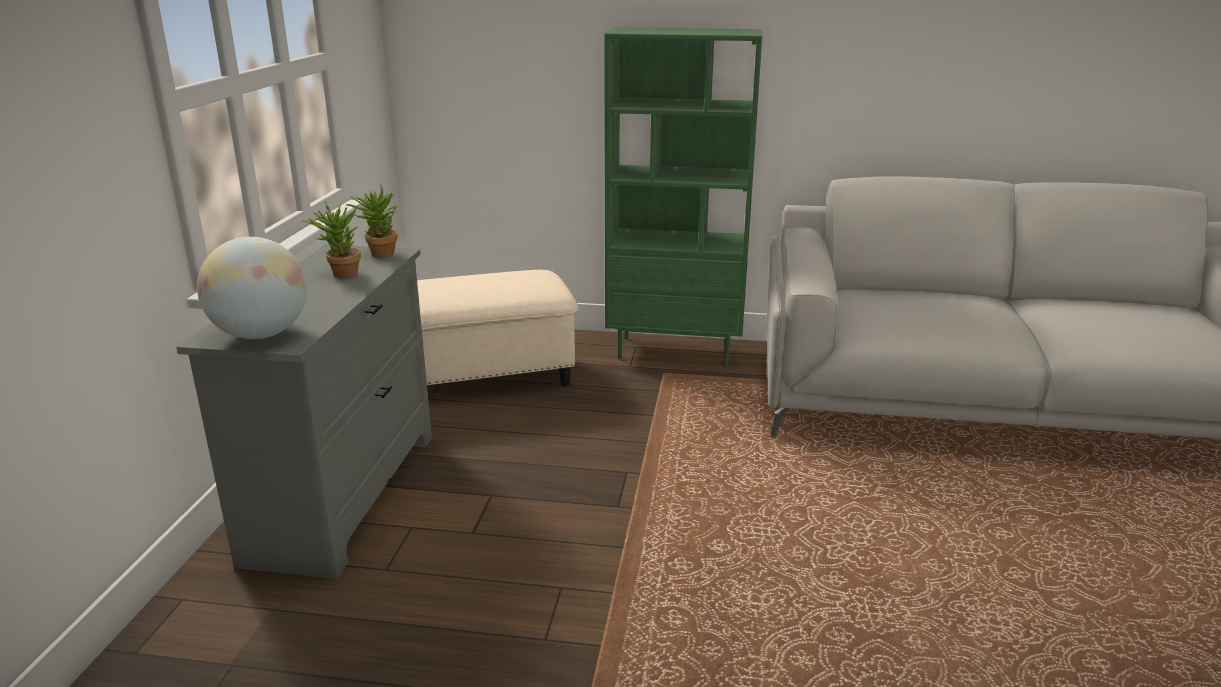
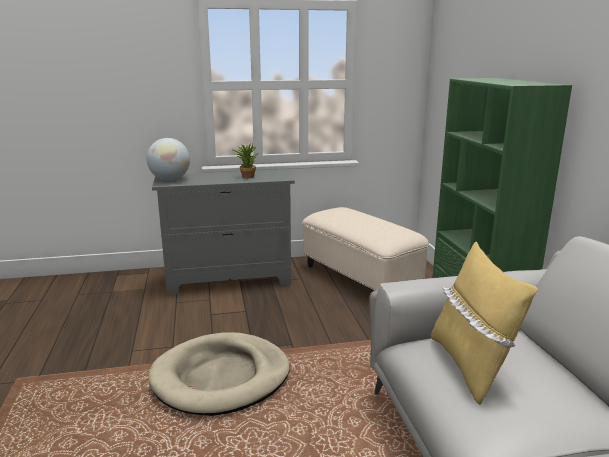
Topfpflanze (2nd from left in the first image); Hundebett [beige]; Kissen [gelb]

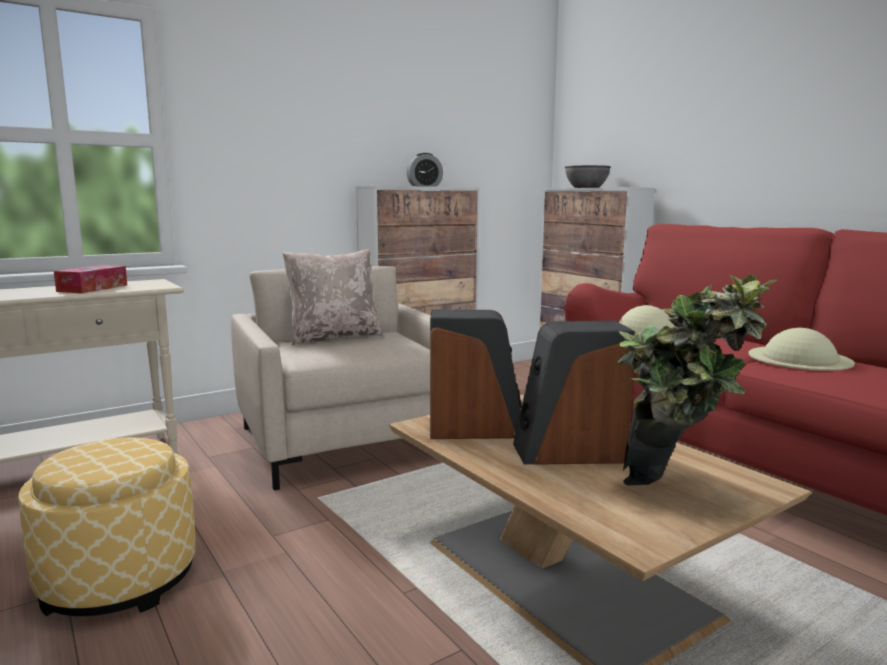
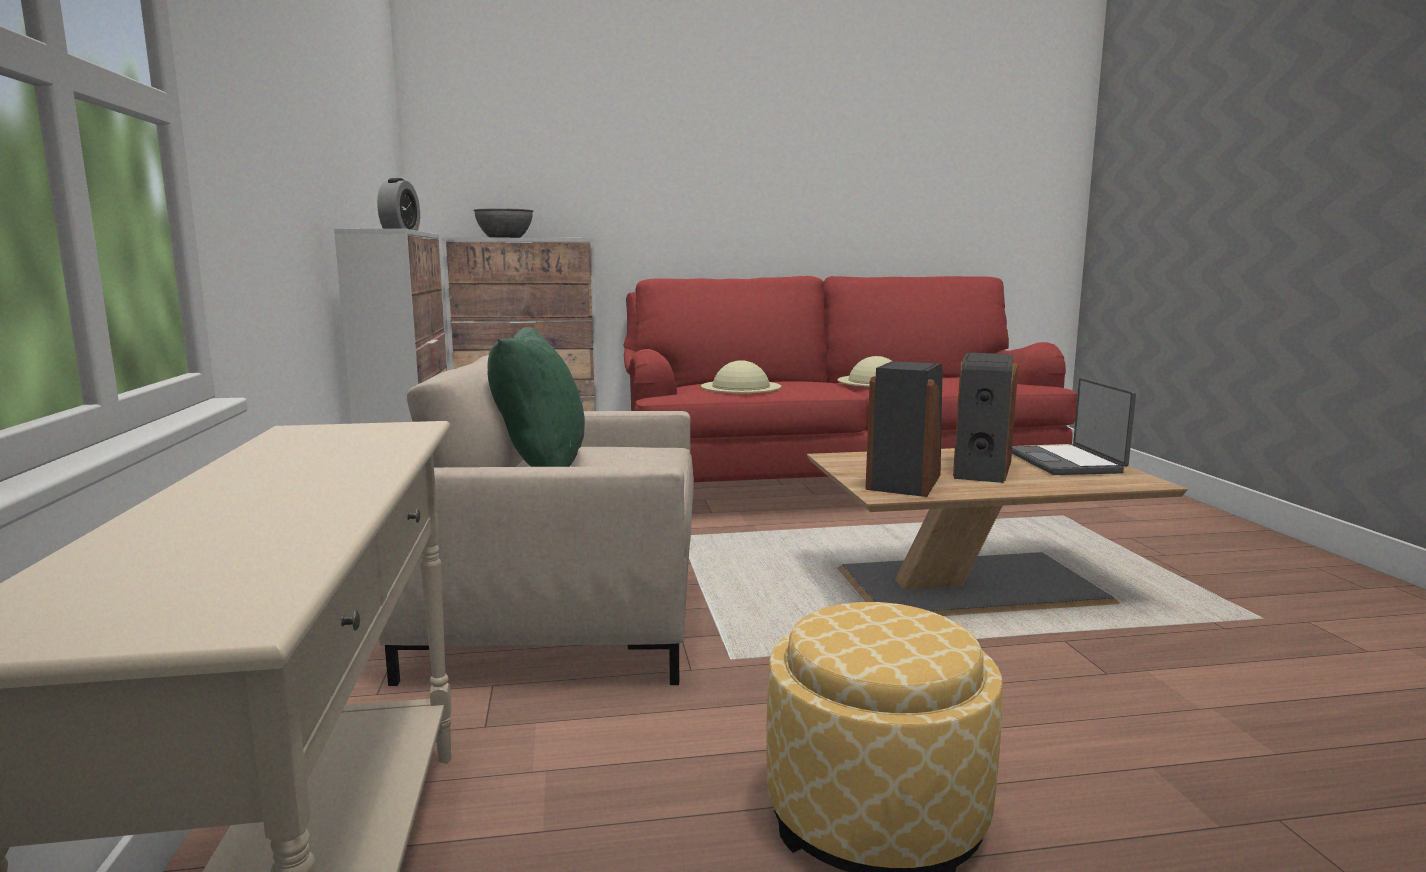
Taschentuchbox; Laptop; Kissen [grün]

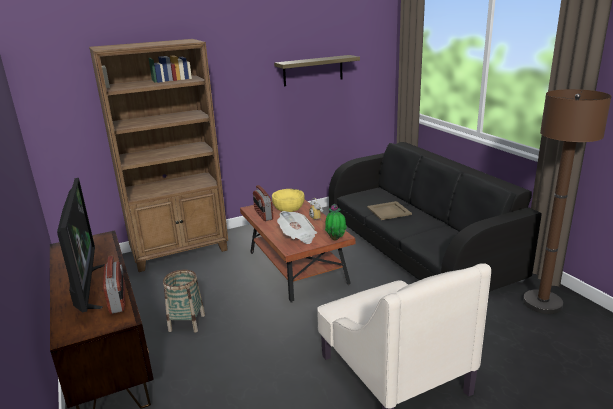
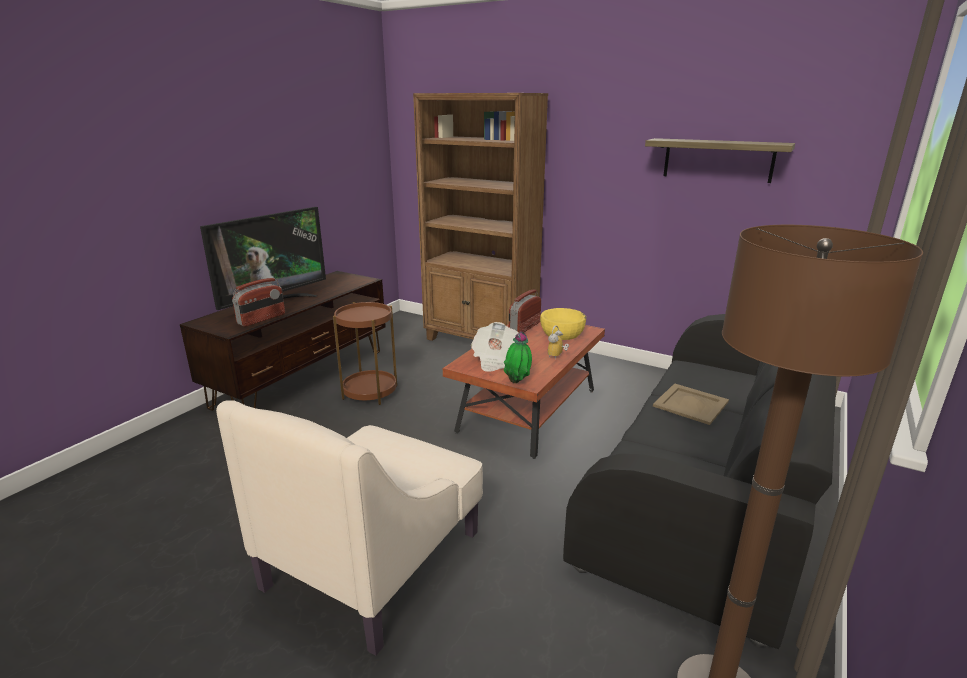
Beistelltisch [braun]

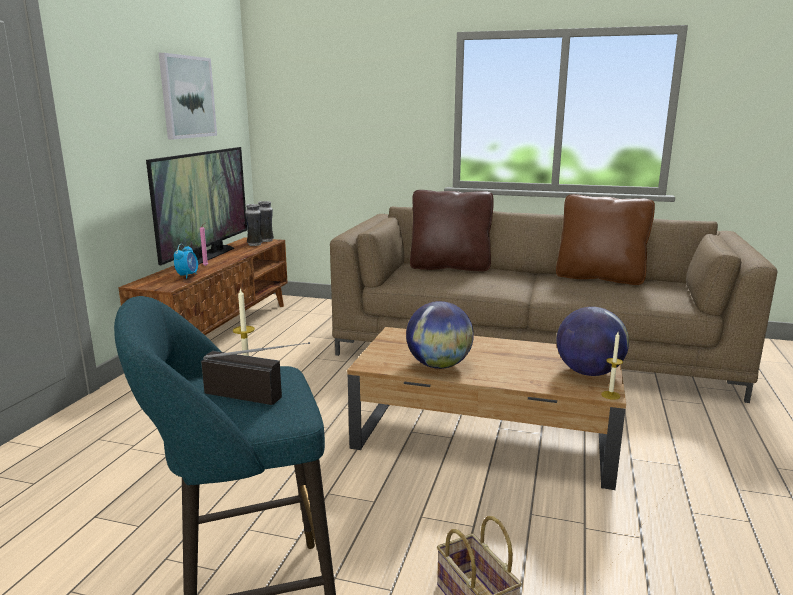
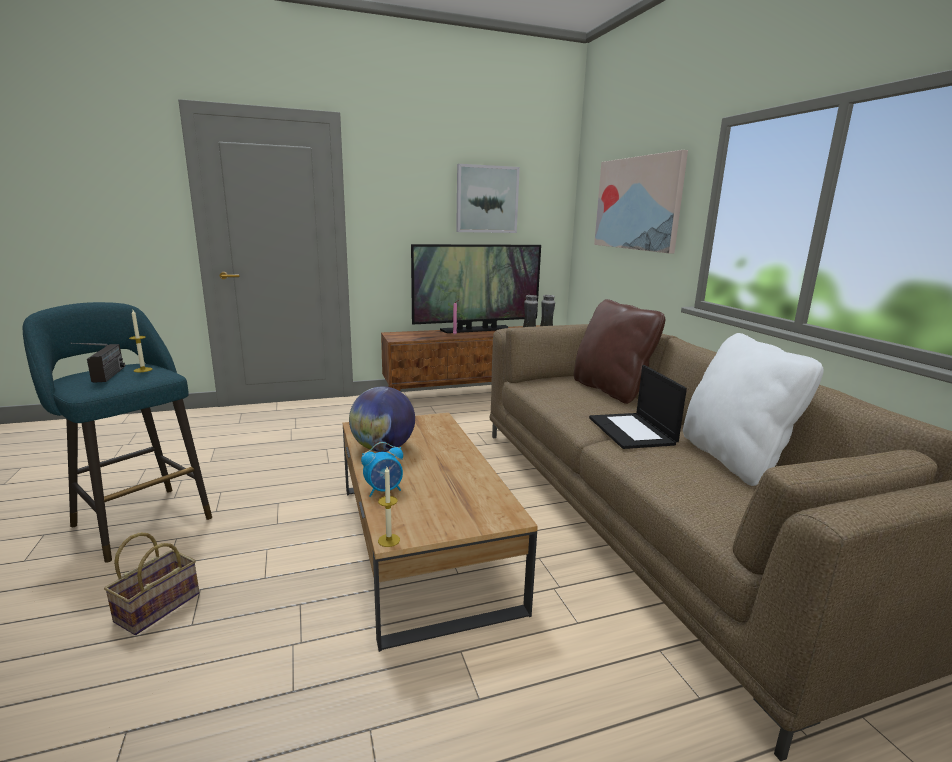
Globus (2nd from left in the first image); Laptop; Bild (2nd from left); Wecker; Kissen [weiß]

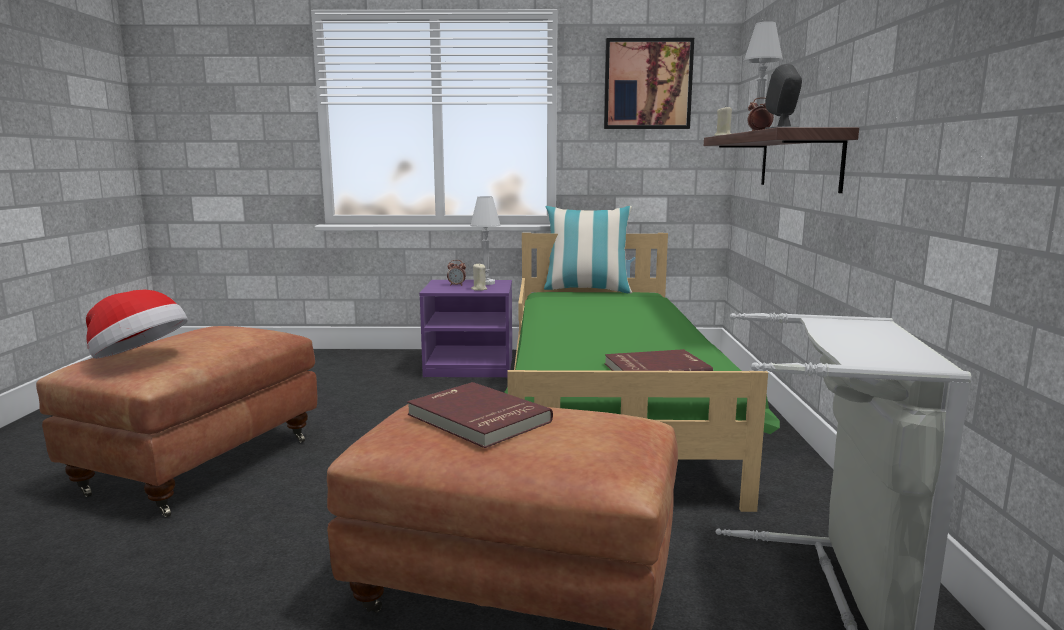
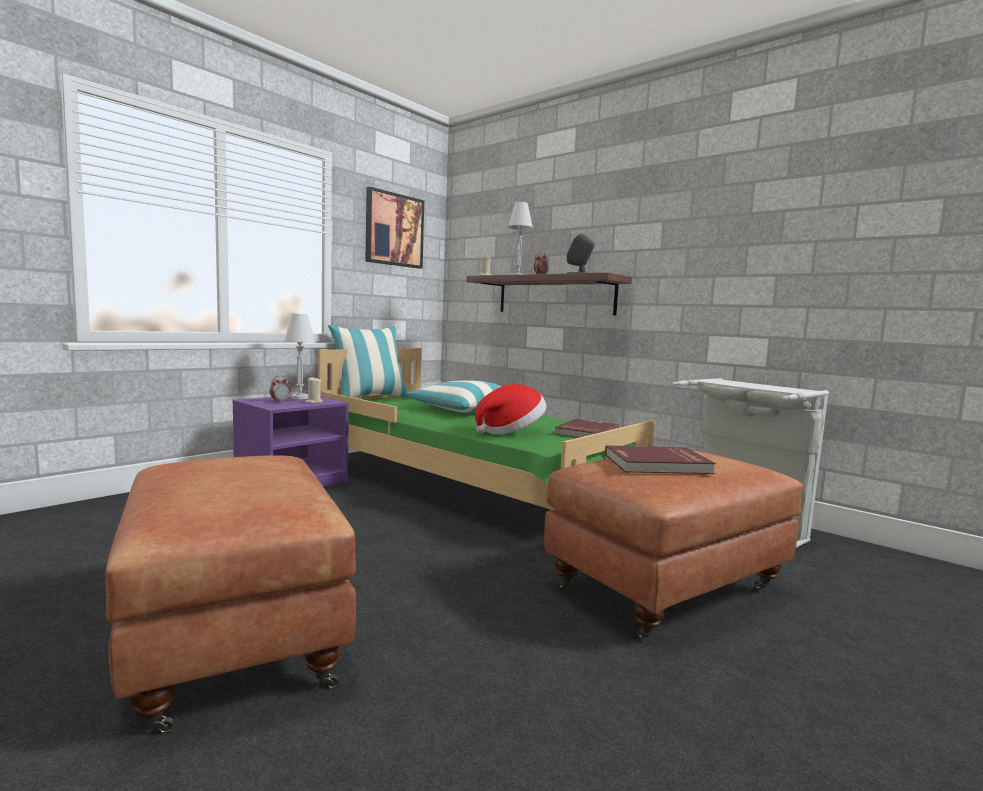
Kissen (2nd from left); Hut

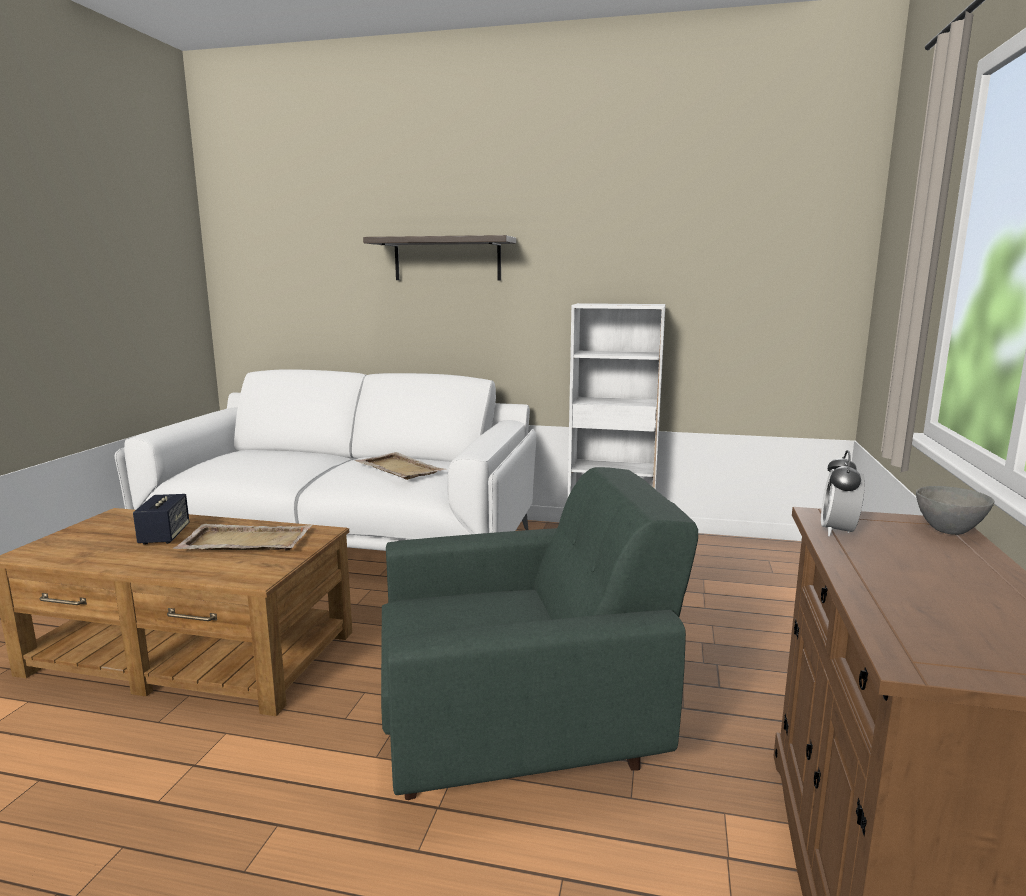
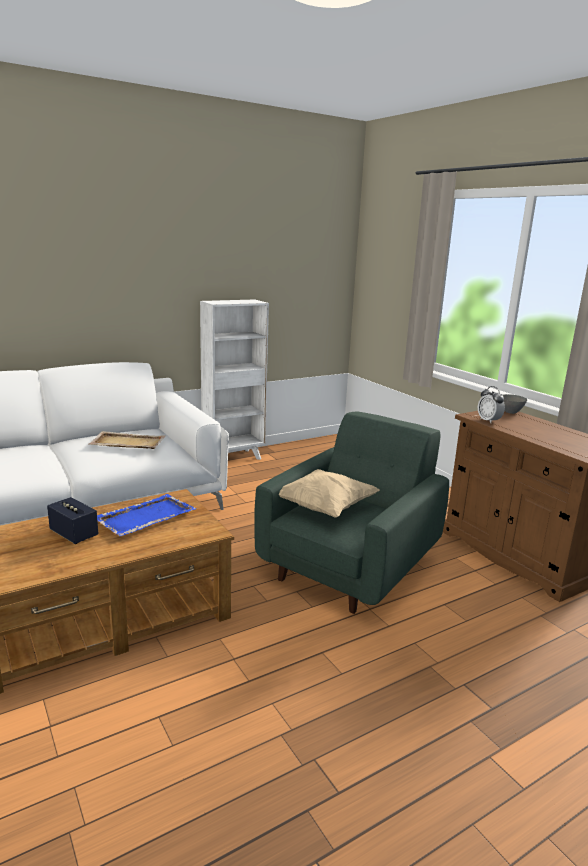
Wandregal; Kissen [beige]; Tablett [blau]

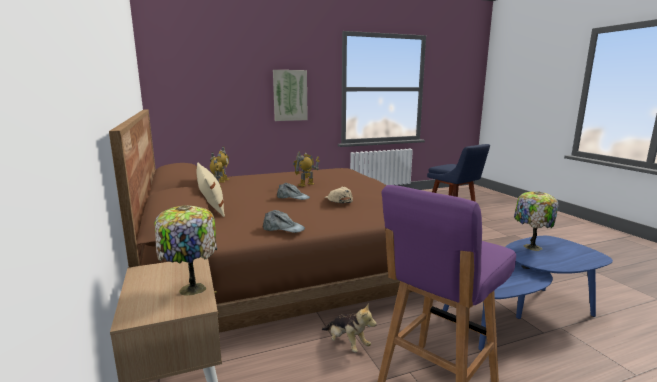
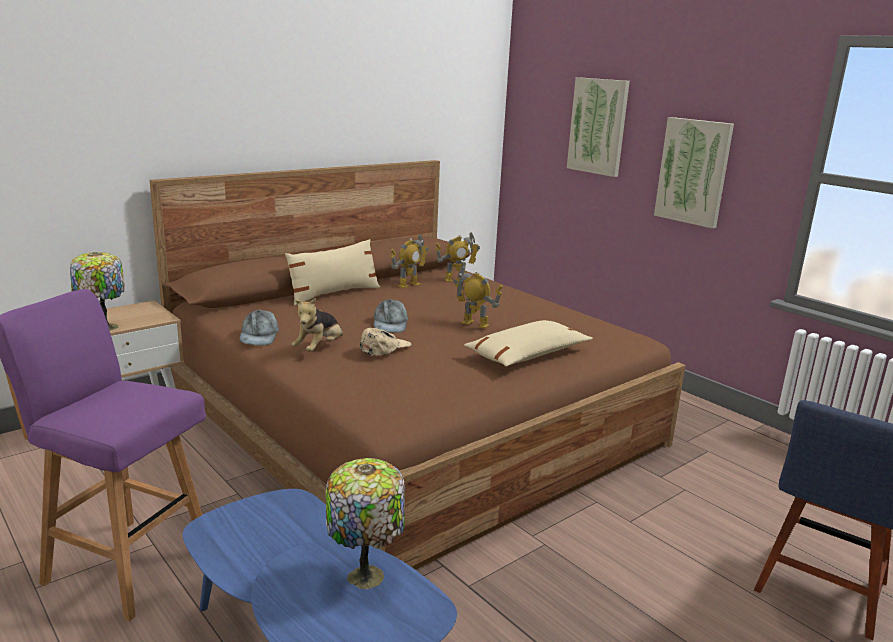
Kissen [beige] (2nd from left); Bild (1st from left); Plüschtier

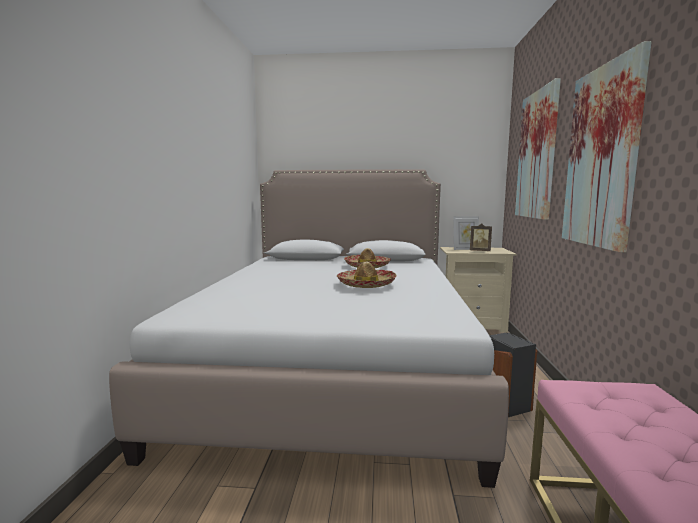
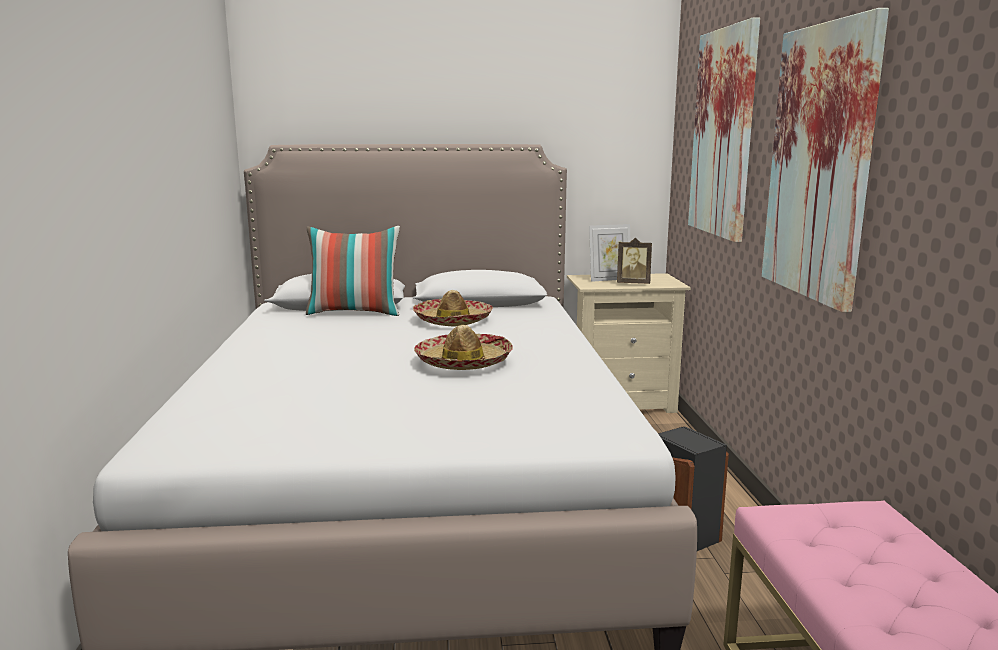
Kissen

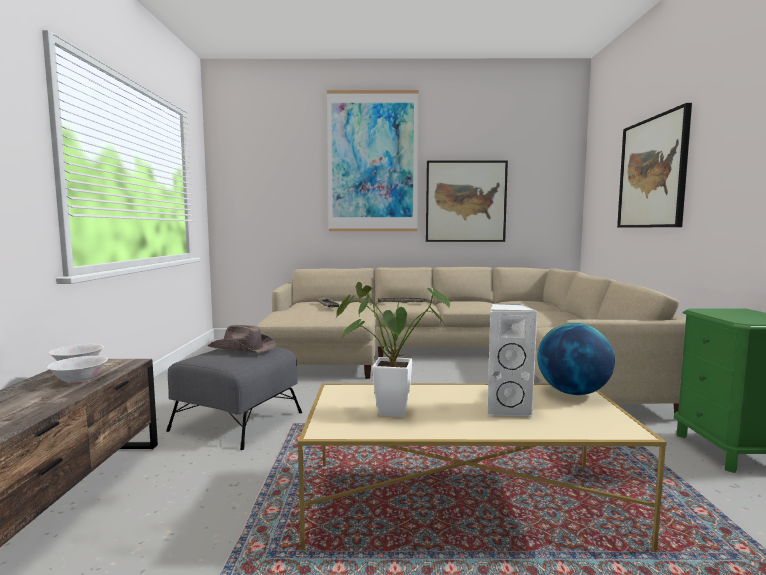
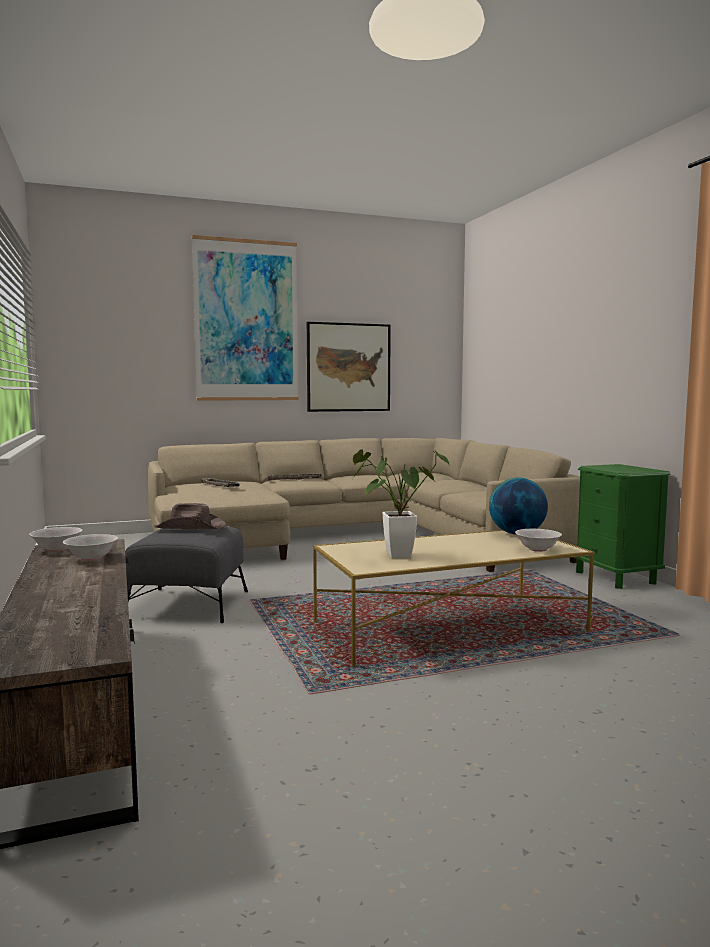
Lautsprecher [weiß]; Bild (3rd from left in the first image); Schüssel [weiß] (3rd from left)

